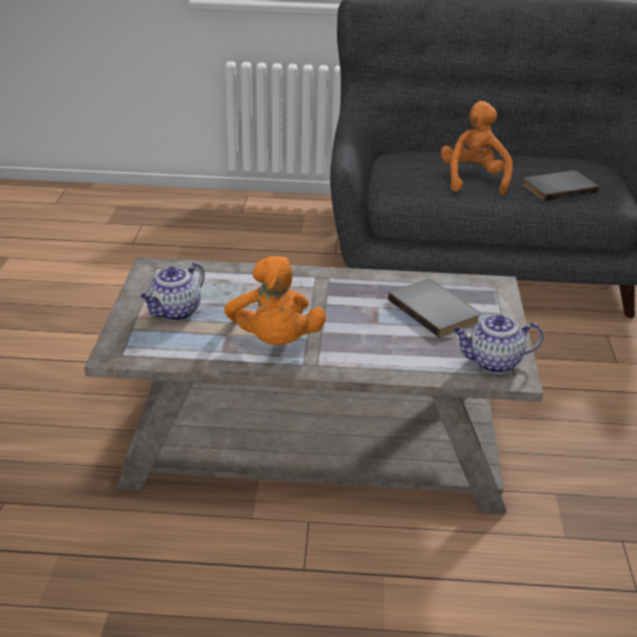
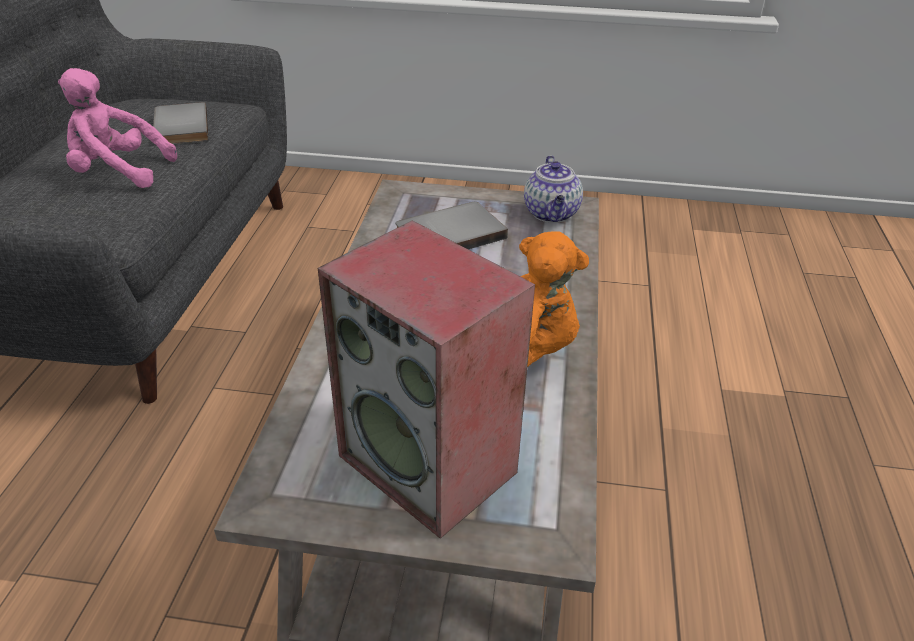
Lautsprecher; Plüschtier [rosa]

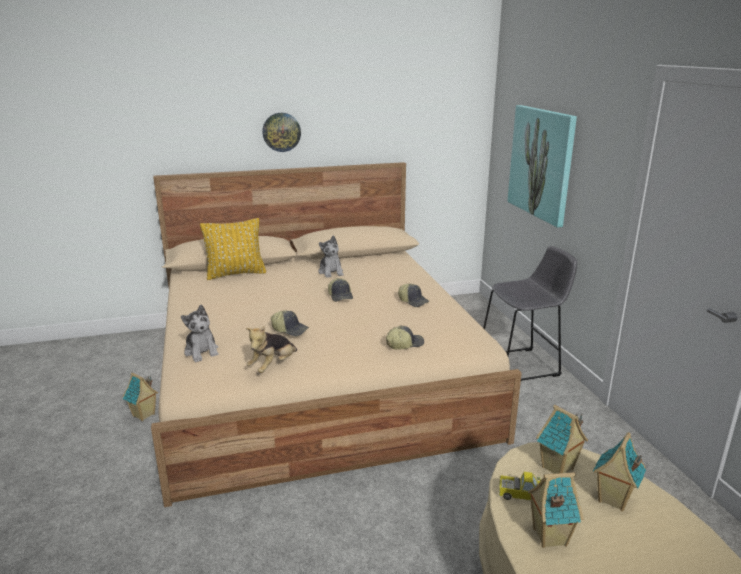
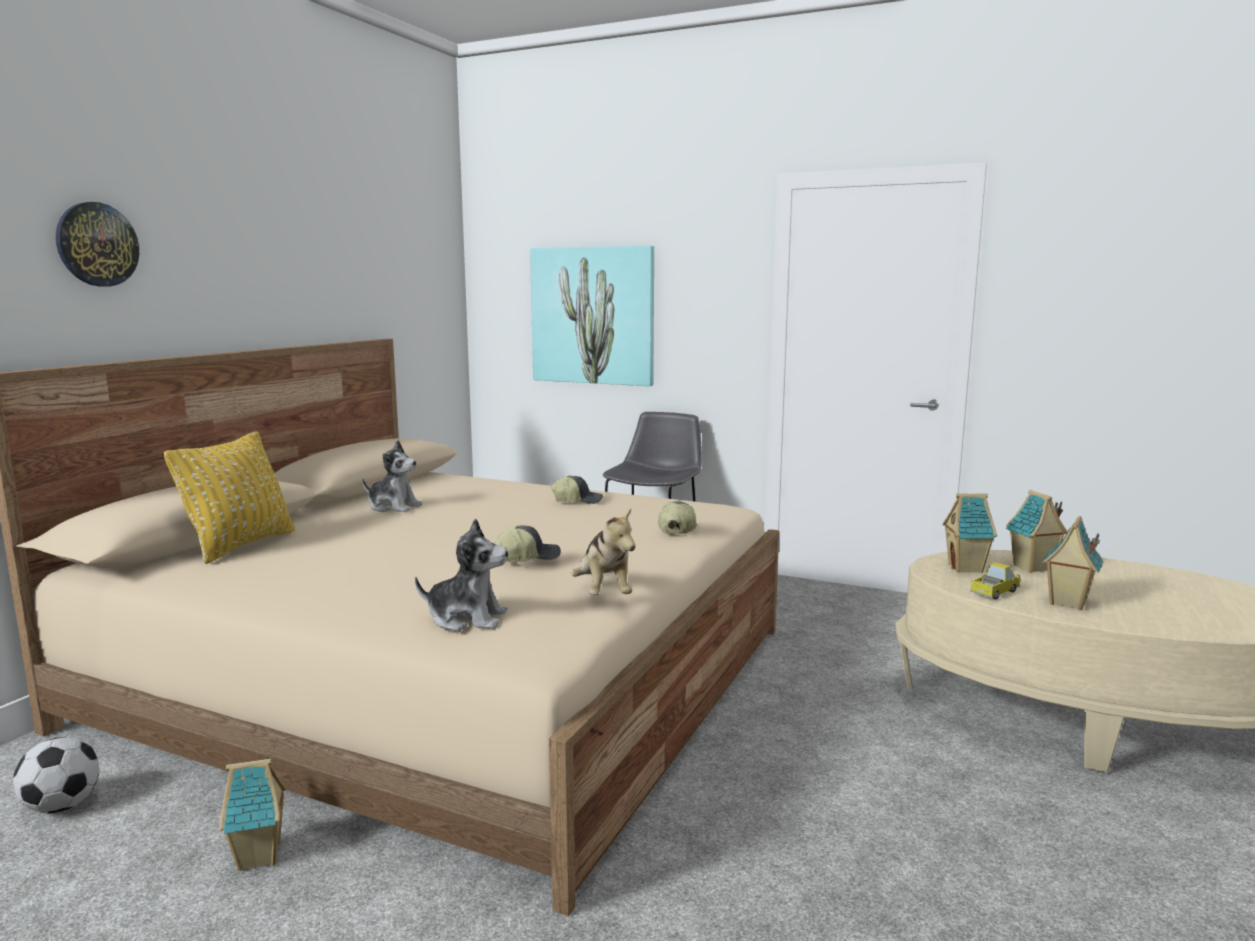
Kappe (2nd from left in the first image); Fußball; Wanduhr

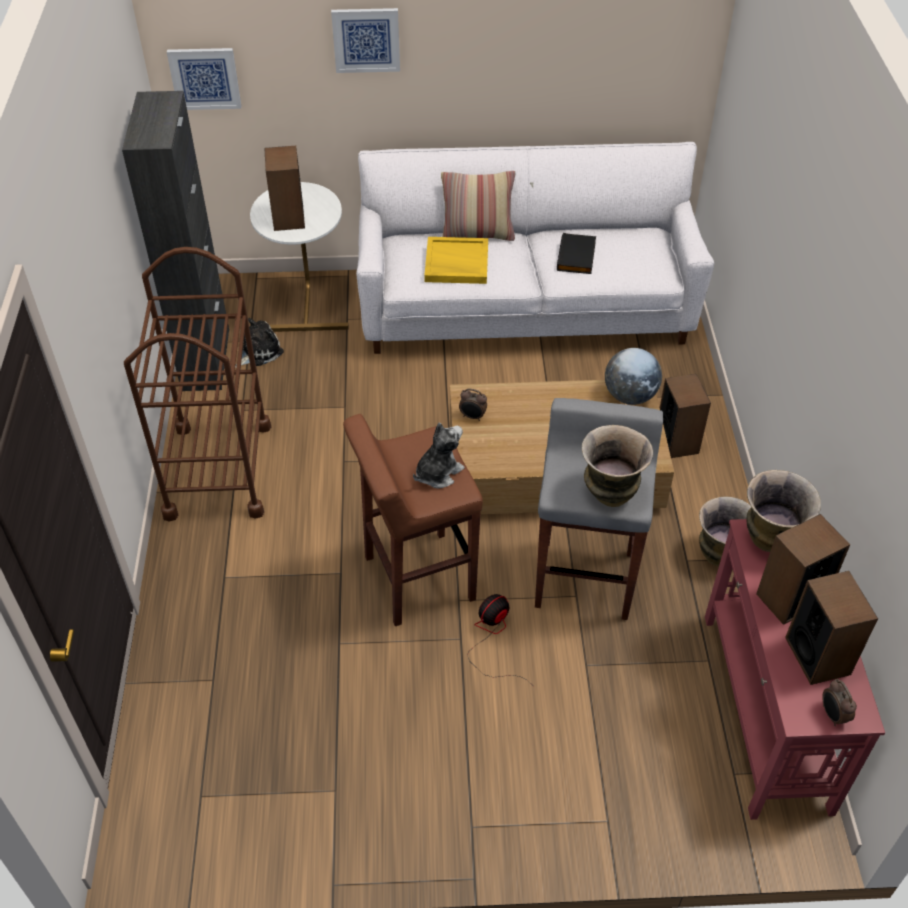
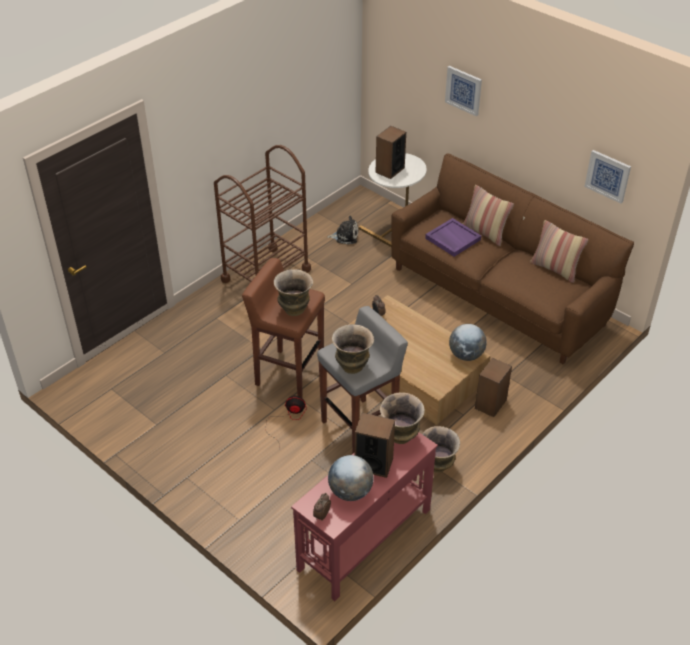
Schrank [schwarz]; Buch [schwarz]; Kissen (2nd from left); Bild (2nd from left); Vase (1st from left); Globus (1st from left); Sofa [braun]; Tablett [lila]

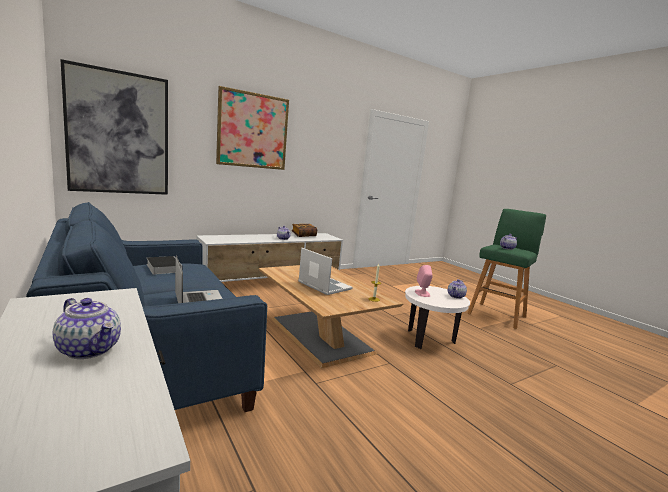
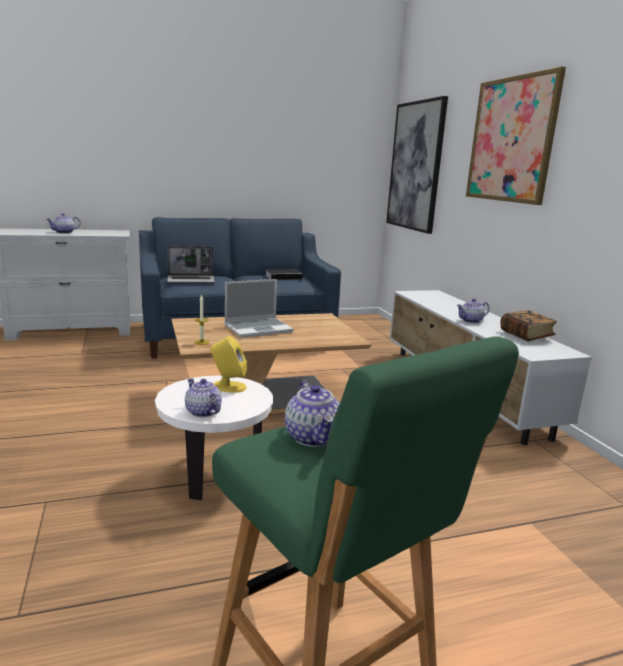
Lautsprecher [gelb]

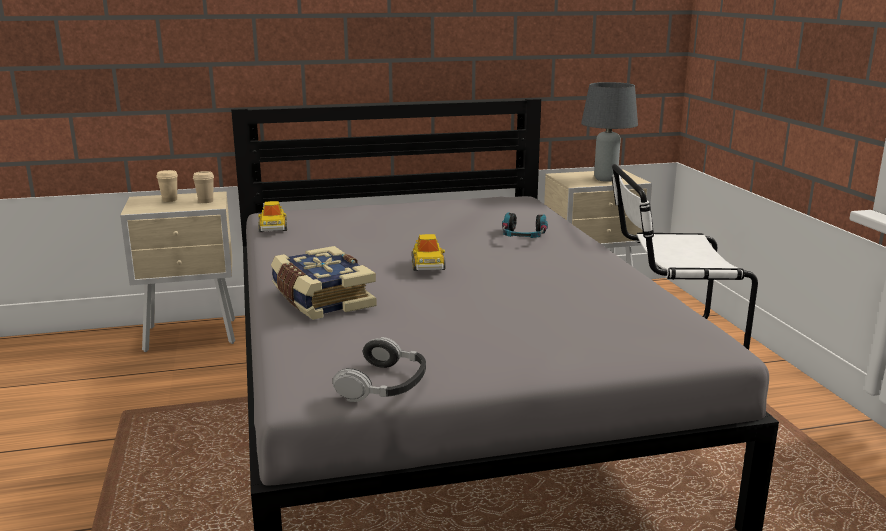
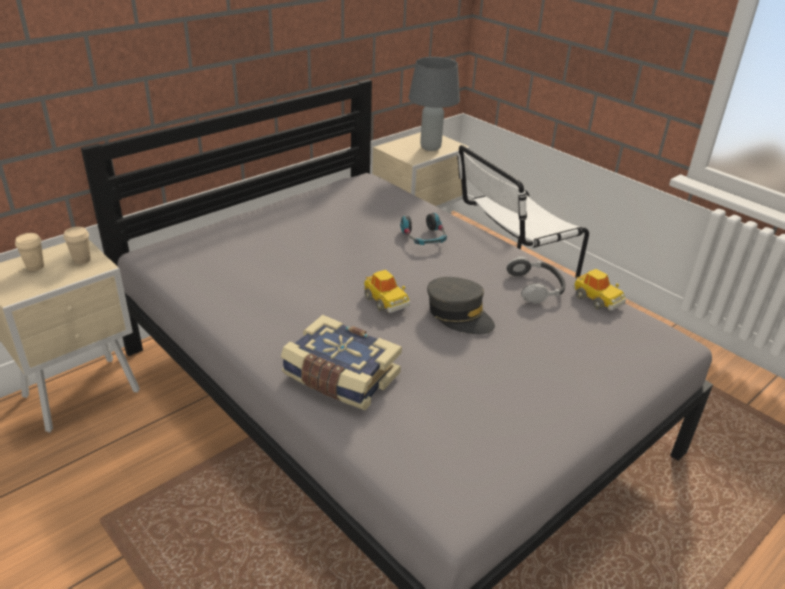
Kappe [grau]; Spielzeugauto (2nd from left); Kopfhörer (2nd from left)

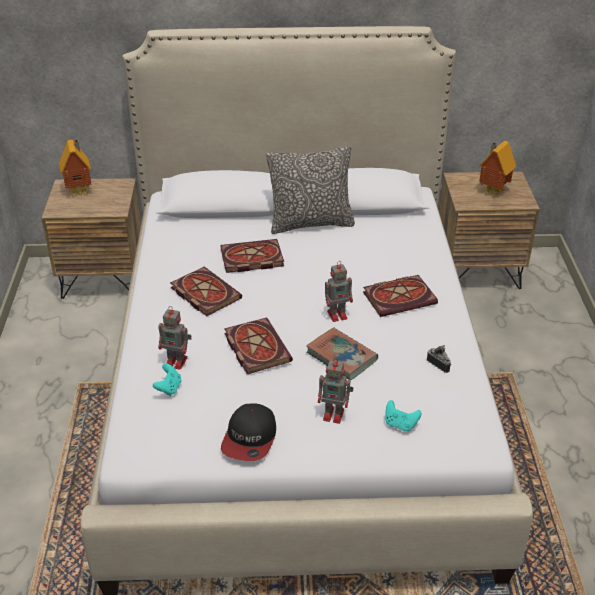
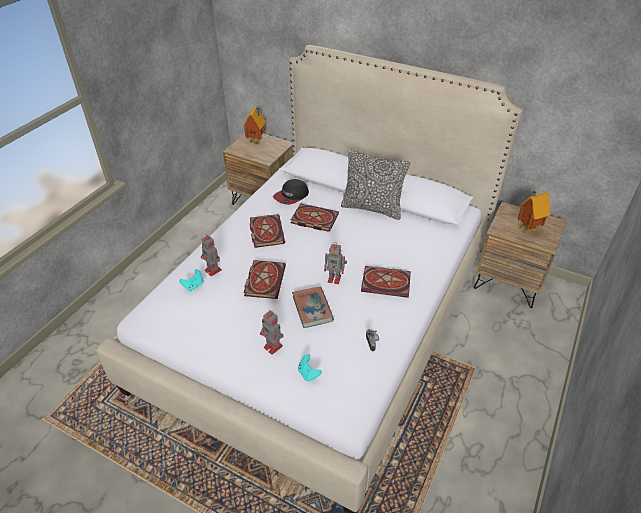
Kappe

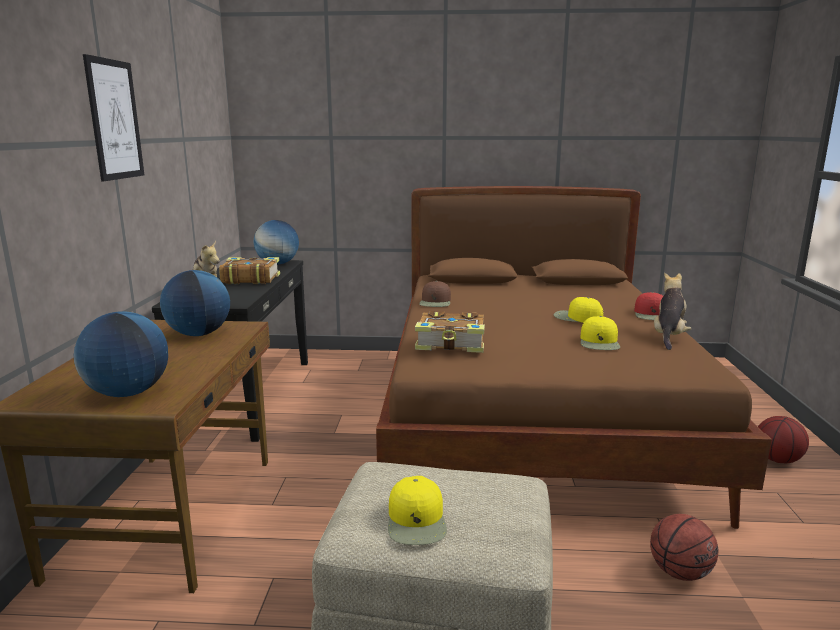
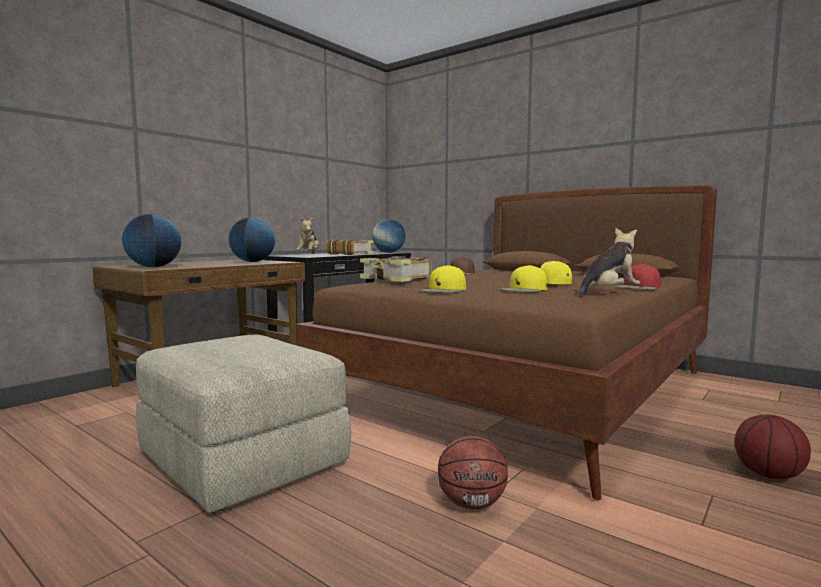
Bild; Kappe [gelb] (1st from left)

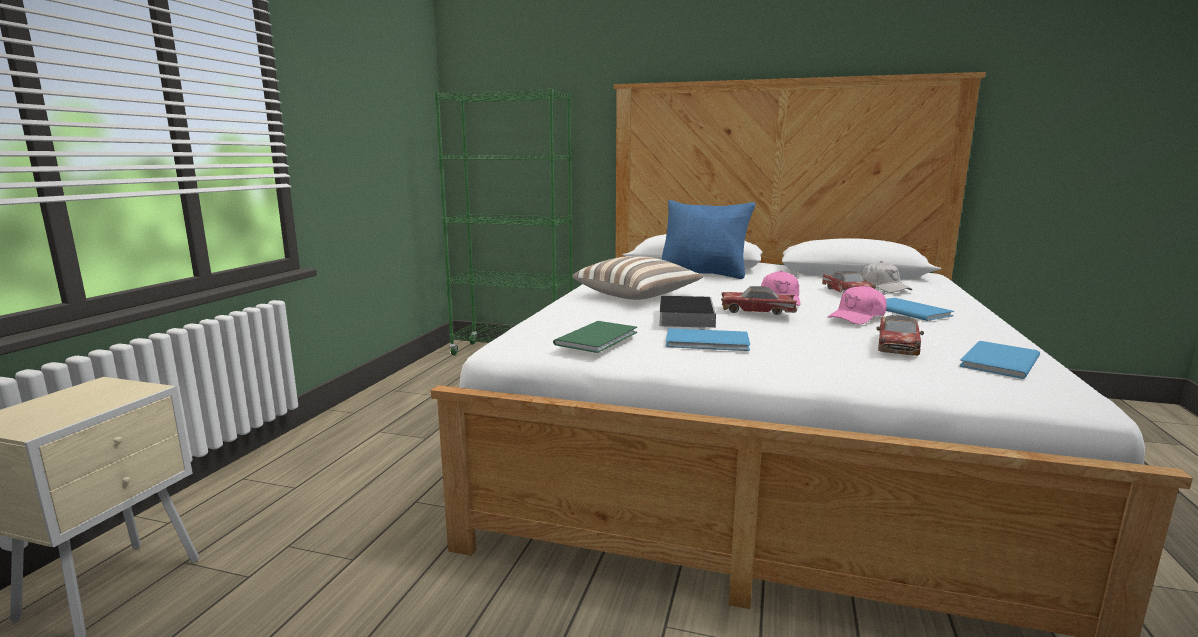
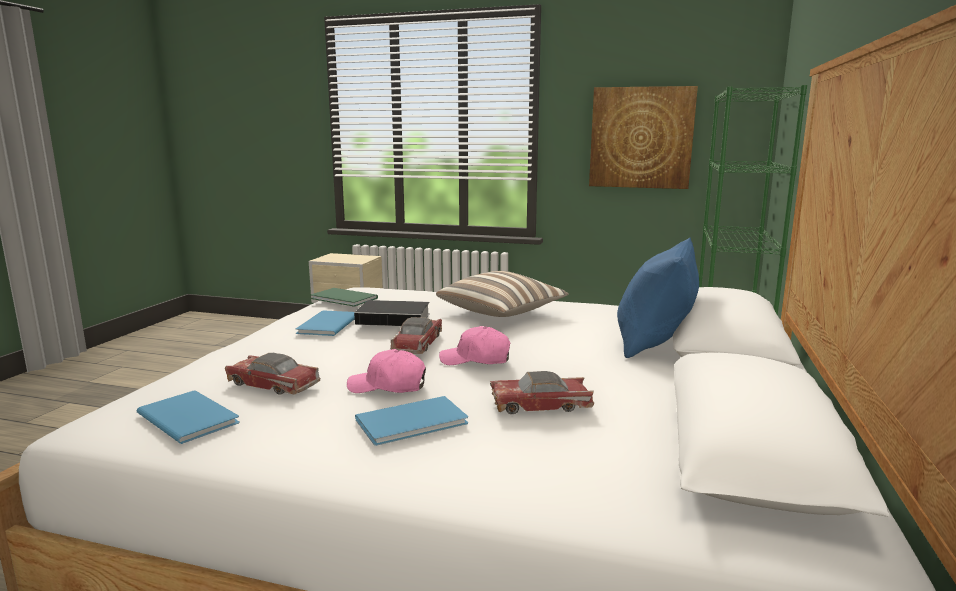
Kappe [weiß]; Bild; Kappe [rosa] (1st from left)

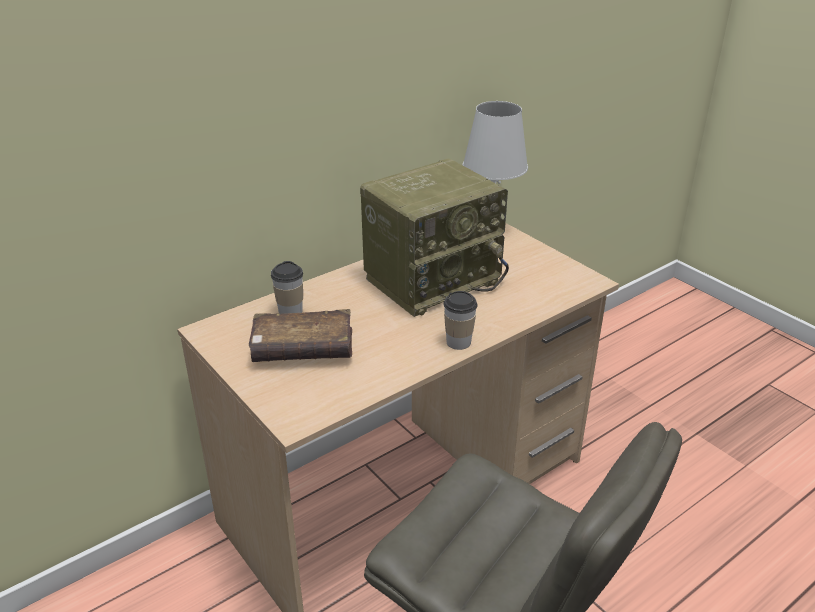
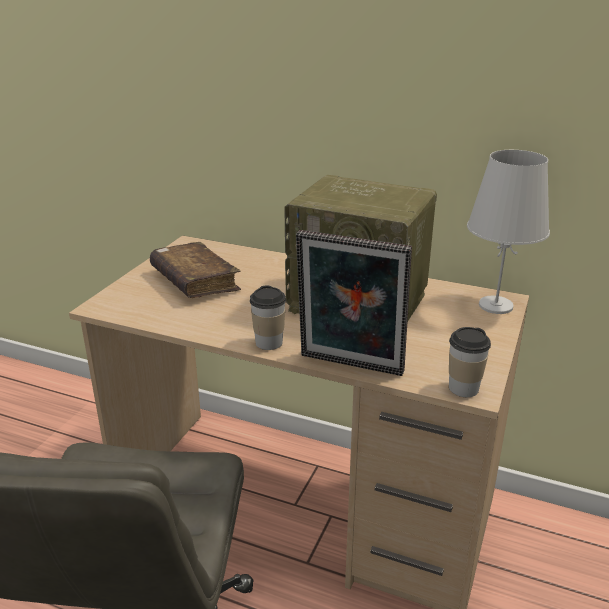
Bilderrahmen; Tasse (2nd from left)

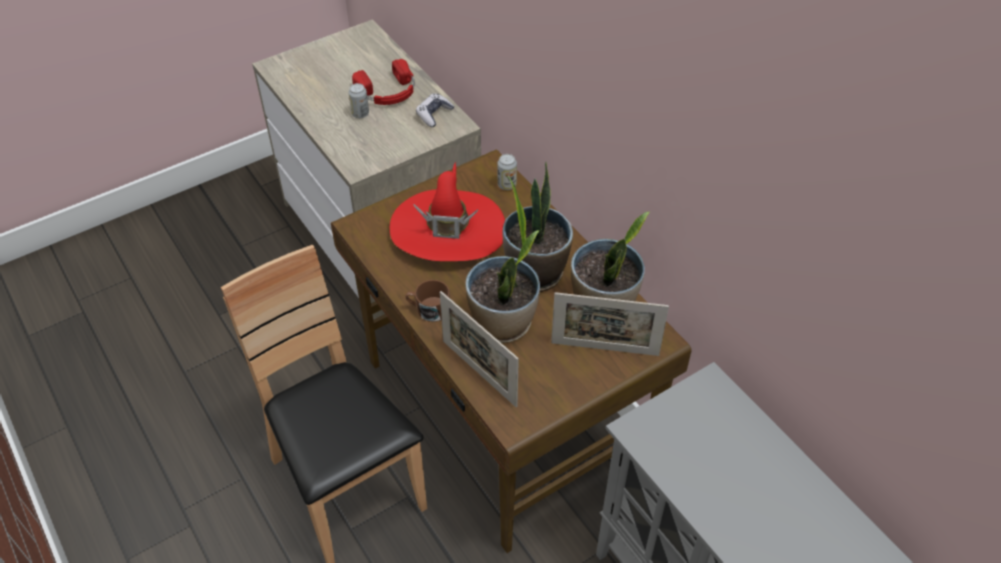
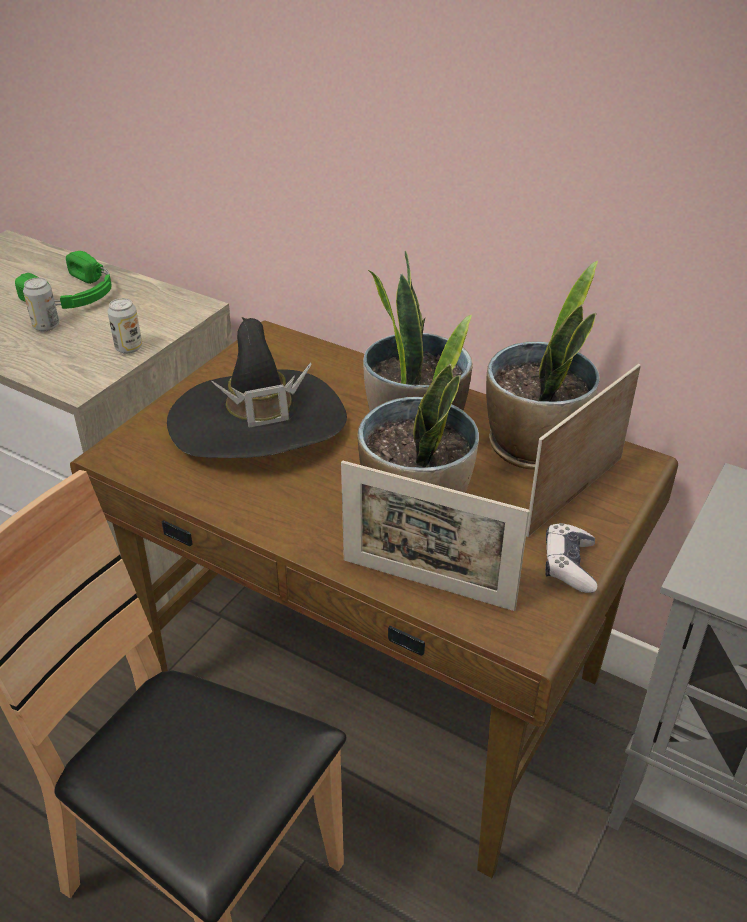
Henkelbecher [braun]; Gamepad; Dose (2nd from left); Kopfhörer [grün]; Hut [schwarz]; Bilderrahmen (2nd from left)

